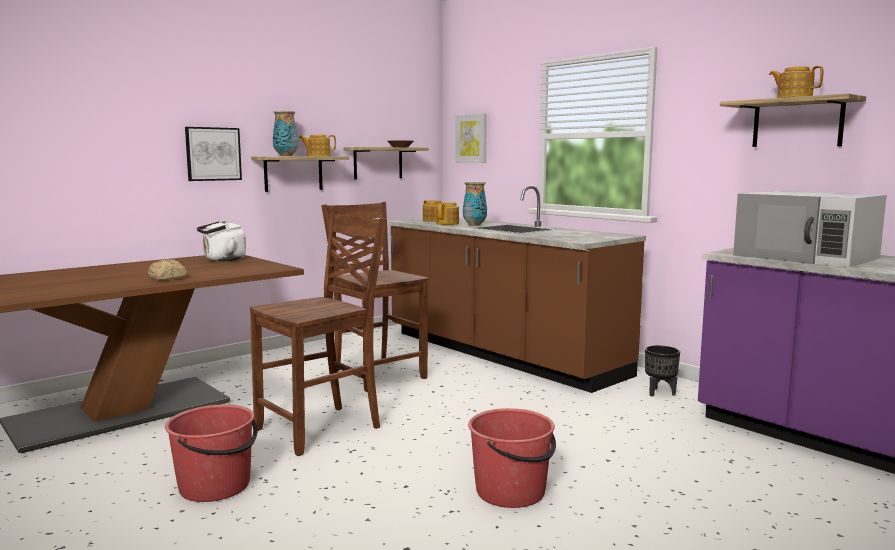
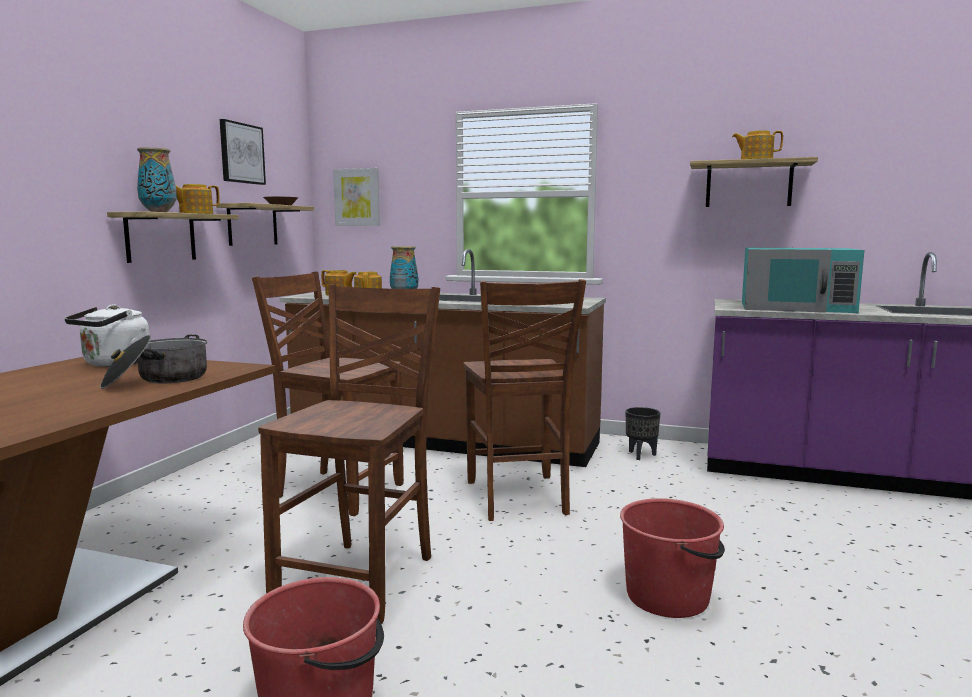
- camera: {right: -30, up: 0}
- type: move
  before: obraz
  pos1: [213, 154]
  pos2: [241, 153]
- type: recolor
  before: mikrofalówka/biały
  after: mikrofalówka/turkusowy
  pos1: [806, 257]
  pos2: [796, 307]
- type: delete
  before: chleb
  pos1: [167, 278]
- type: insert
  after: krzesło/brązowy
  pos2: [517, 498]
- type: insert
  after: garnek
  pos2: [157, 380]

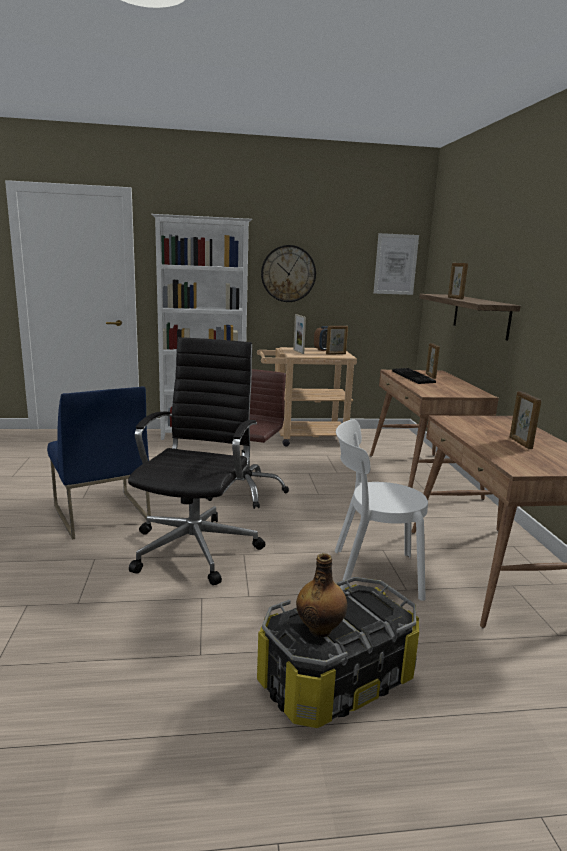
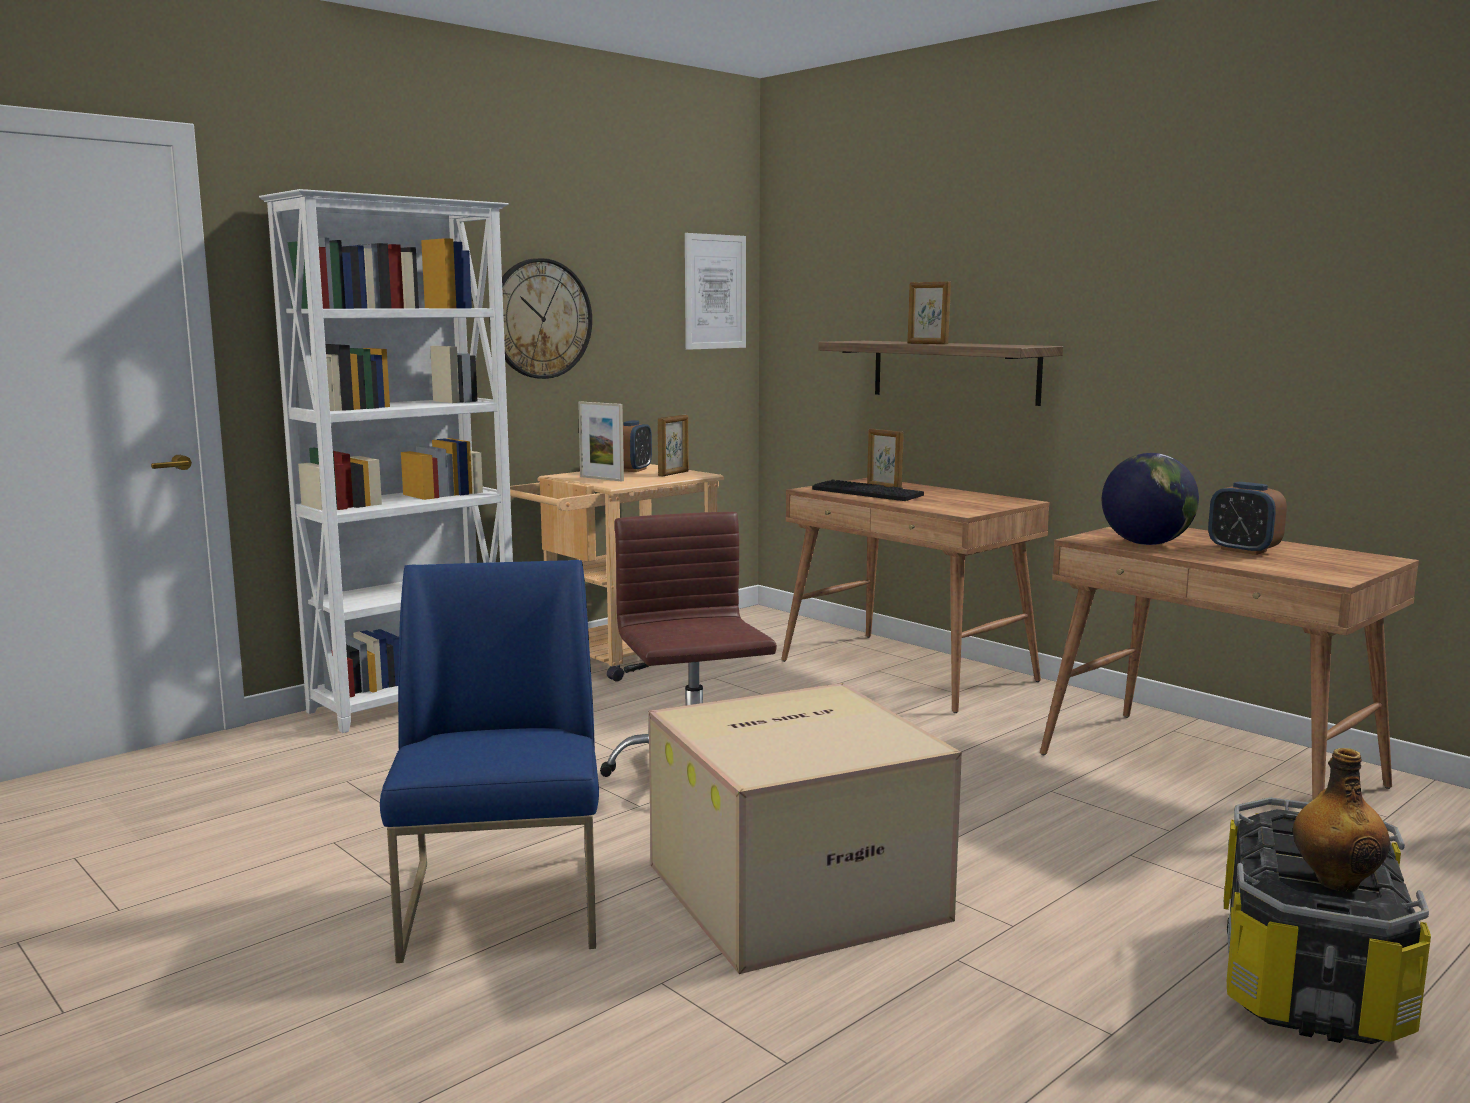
- camera: {right: -35, up: -5}
- type: replace
  before: krzesło biurowe/czarny
  after: karton
  pos1: [197, 547]
  pos2: [797, 889]
- type: rotate
  before: krzesło/niebieski
  pos1: [100, 513]
  pos2: [504, 905]
  turn: -120
- type: replace
  before: ramka na zdjęcie
  after: budzik
  pos1: [520, 443]
  pos2: [1243, 550]
- type: delete
  before: krzesło/biały
  pos1: [370, 573]
- type: insert
  after: globus
  pos2: [1146, 543]

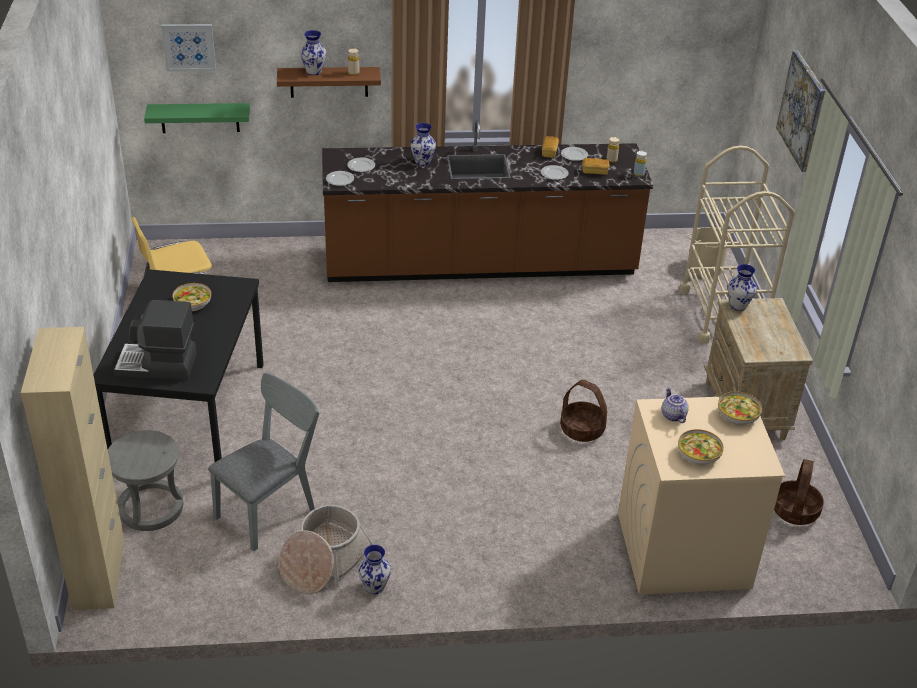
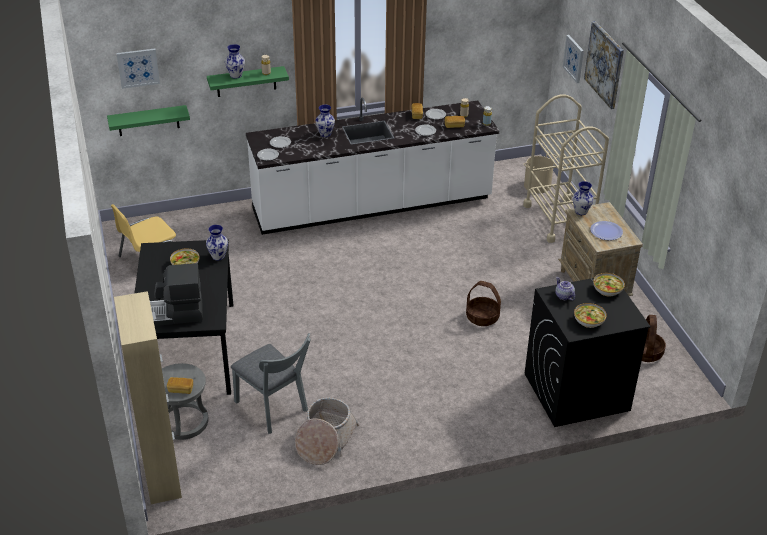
- camera: {right: -10, up: 0}
- type: recolor
  before: półka/brązowy
  after: półka/zielony
  pos1: [329, 82]
  pos2: [246, 81]
- type: recolor
  before: zabudowa kuchenna/brązowy
  after: zabudowa kuchenna/biały
  pos1: [480, 265]
  pos2: [372, 206]
- type: rotate
  before: krzesło/szary
  pos1: [271, 509]
  pos2: [274, 409]
  turn: 105
- type: recolor
  before: pralka/beżowy
  after: pralka/czarny
  pos1: [682, 550]
  pos2: [576, 392]
- type: move
  before: wazon
  pos1: [374, 586]
  pos2: [218, 256]
- type: insert
  after: obraz
  pos2: [574, 58]
- type: insert
  after: talerz
  pos2: [606, 231]
- type: insert
  after: chleb
  pos2: [181, 389]

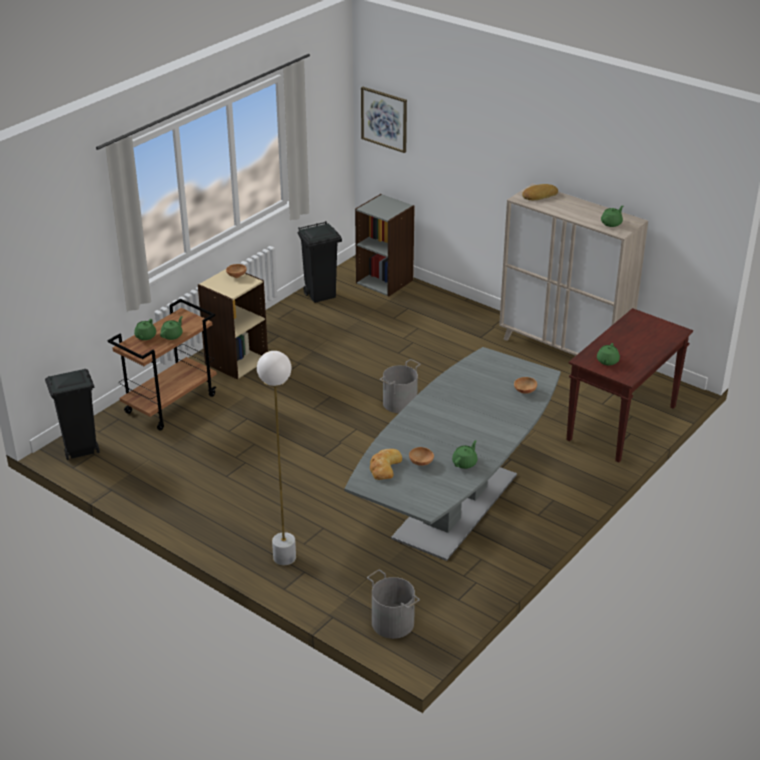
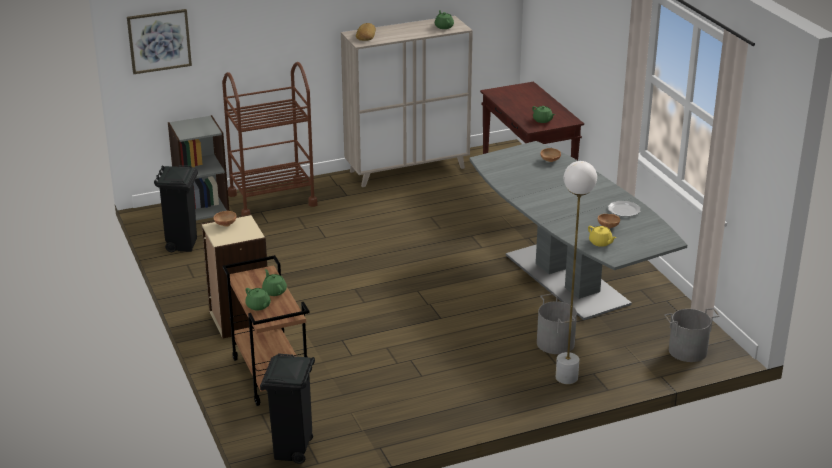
- camera: {right: -60, up: -5}
- type: move
  before: wiadro/szary
  pos1: [400, 403]
  pos2: [556, 343]
- type: replace
  before: imbryk/zielony
  after: talerz
  pos1: [465, 463]
  pos2: [623, 210]
- type: replace
  before: chleb
  after: imbryk/żółty
  pos1: [384, 467]
  pos2: [600, 243]
- type: insert
  after: wózek/brązowy
  pos2: [272, 200]

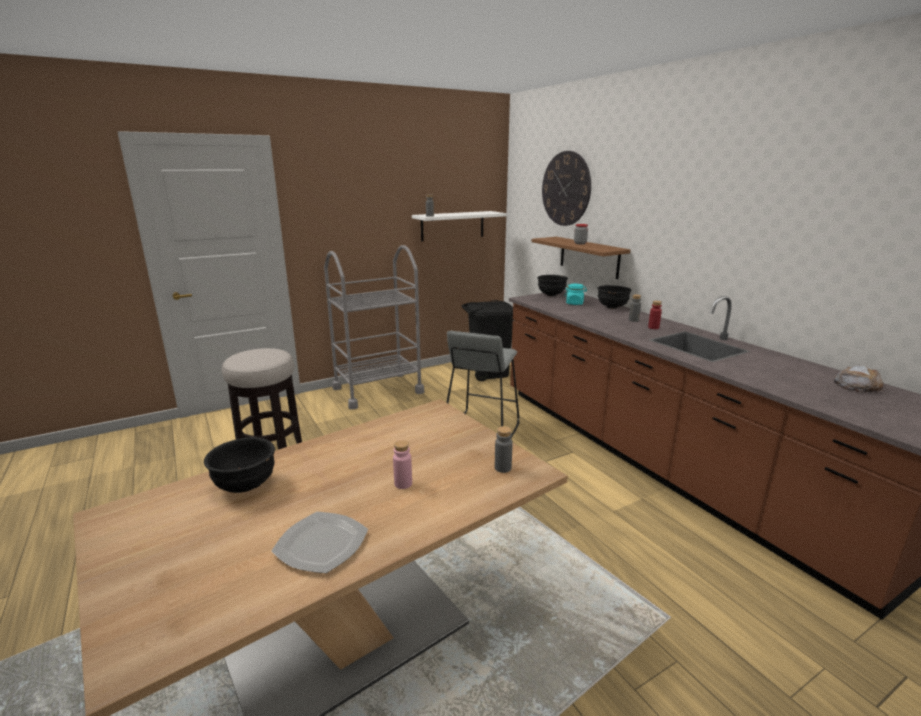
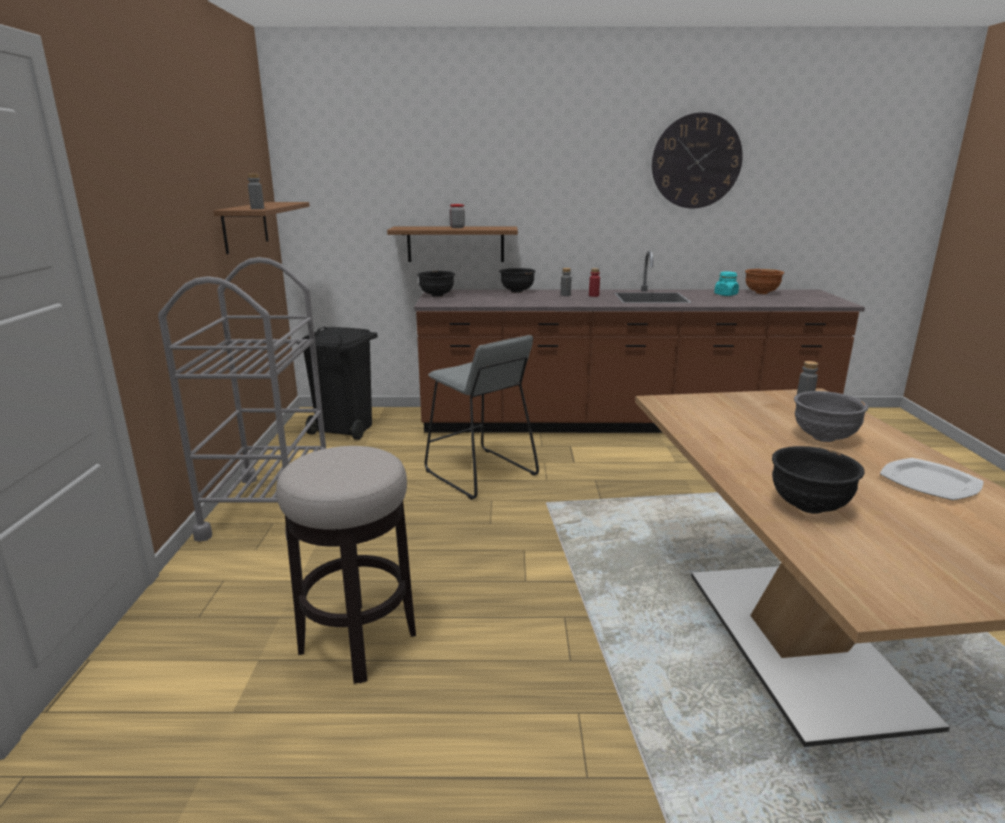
- camera: {right: -60, up: 0}
- type: move
  before: zegar ścienny
  pos1: [566, 189]
  pos2: [696, 161]
- type: recolor
  before: półka/biały
  after: półka/brązowy
  pos1: [452, 226]
  pos2: [245, 226]
- type: move
  before: słoik/turkusowy
  pos1: [574, 303]
  pos2: [725, 294]
- type: replace
  before: chleb
  after: miska/brązowy
  pos1: [857, 385]
  pos2: [761, 293]
- type: replace
  before: butelka/różowy
  after: miska/szary
  pos1: [403, 484]
  pos2: [823, 438]

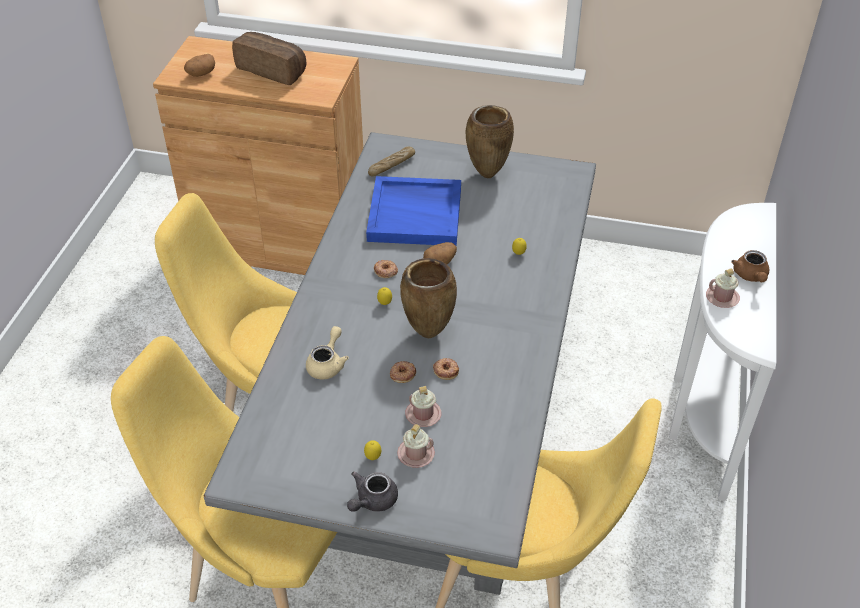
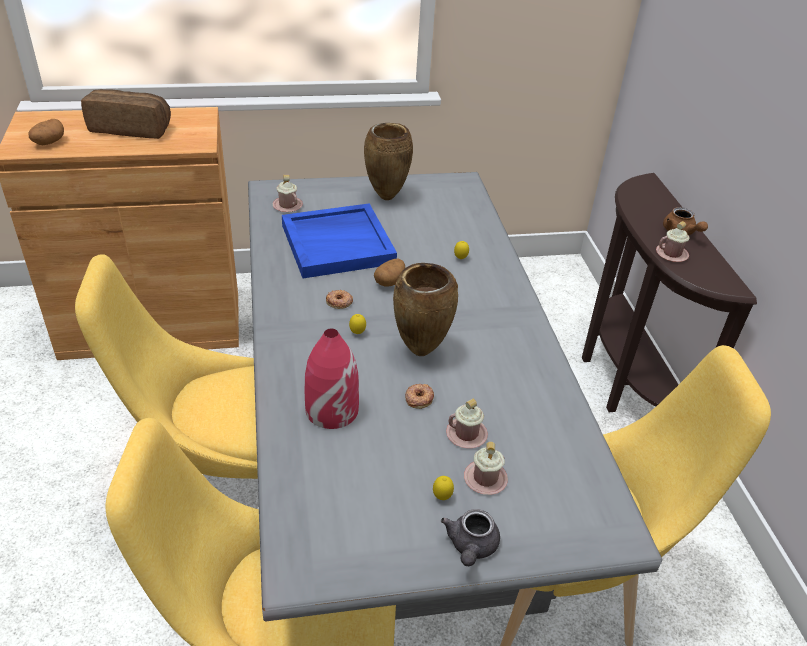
- camera: {right: -25, up: -5}
- type: replace
  before: chleb
  after: kubek/różowy
  pos1: [391, 165]
  pos2: [287, 205]
- type: recolor
  before: stolik konsolowy/biały
  after: stolik konsolowy/brązowy
  pos1: [701, 413]
  pos2: [621, 383]
- type: replace
  before: imbryk/beżowy
  after: wazon/czerwony
  pos1: [328, 364]
  pos2: [331, 409]
- type: delete
  before: donut
  pos1: [446, 370]

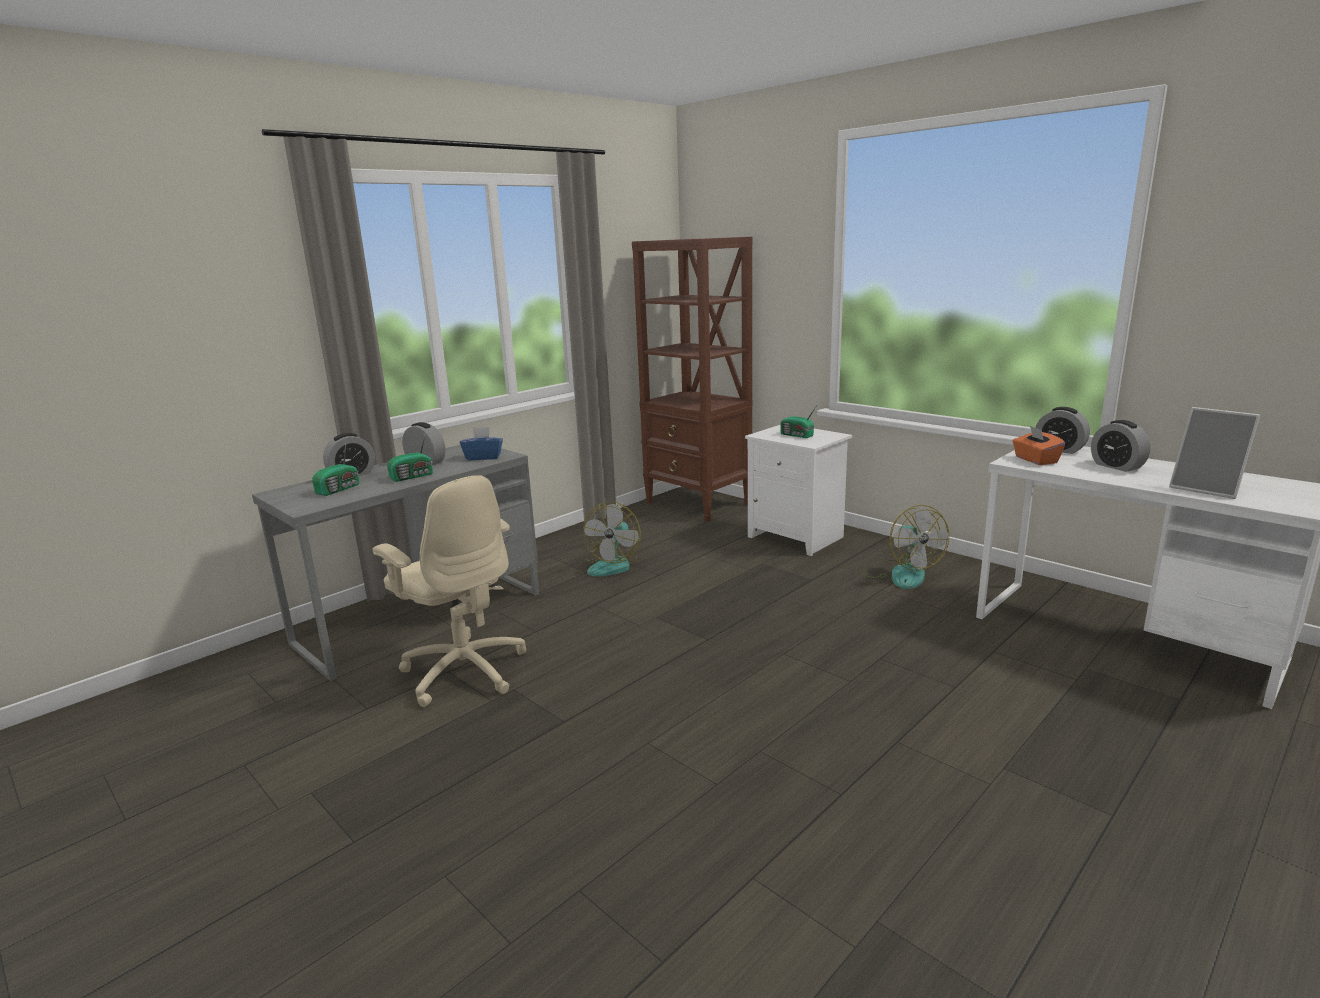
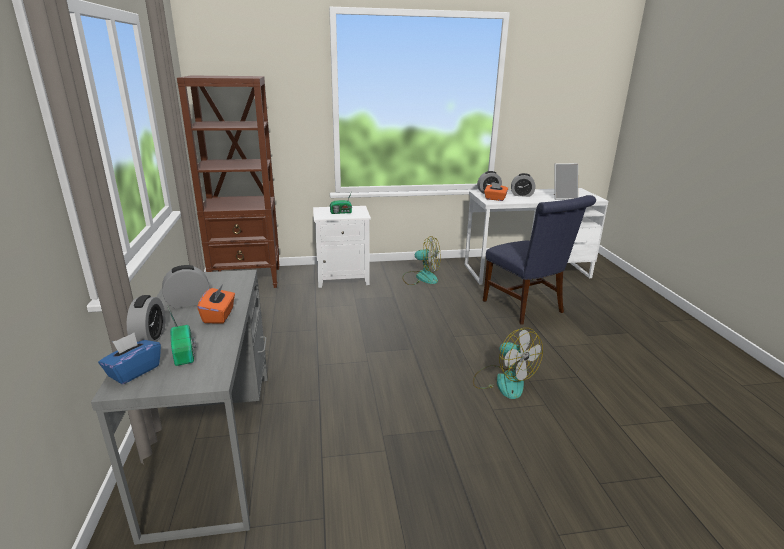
- camera: {right: -55, up: 5}
- type: move
  before: pudełko chusteczek/niebieski
  pos1: [483, 457]
  pos2: [134, 371]
- type: replace
  before: radio
  after: pudełko chusteczek/pomarańczowy
  pos1: [413, 476]
  pos2: [219, 316]
- type: delete
  before: krzesło biurowe/beżowy
  pos1: [464, 670]
- type: move
  before: wentylator
  pos1: [613, 565]
  pos2: [503, 381]
- type: insert
  after: krzesło/niebieski
  pos2: [526, 308]

